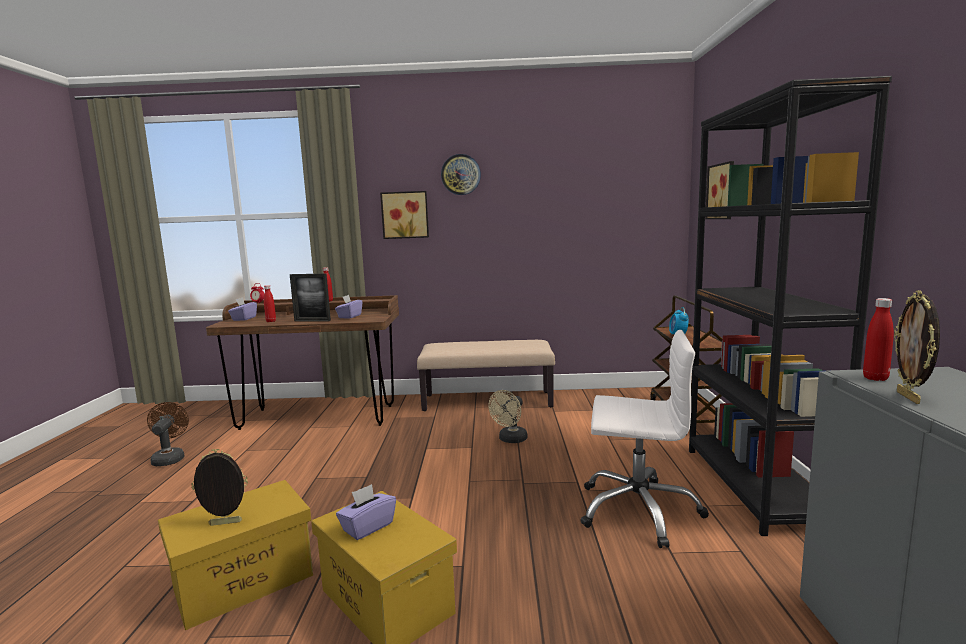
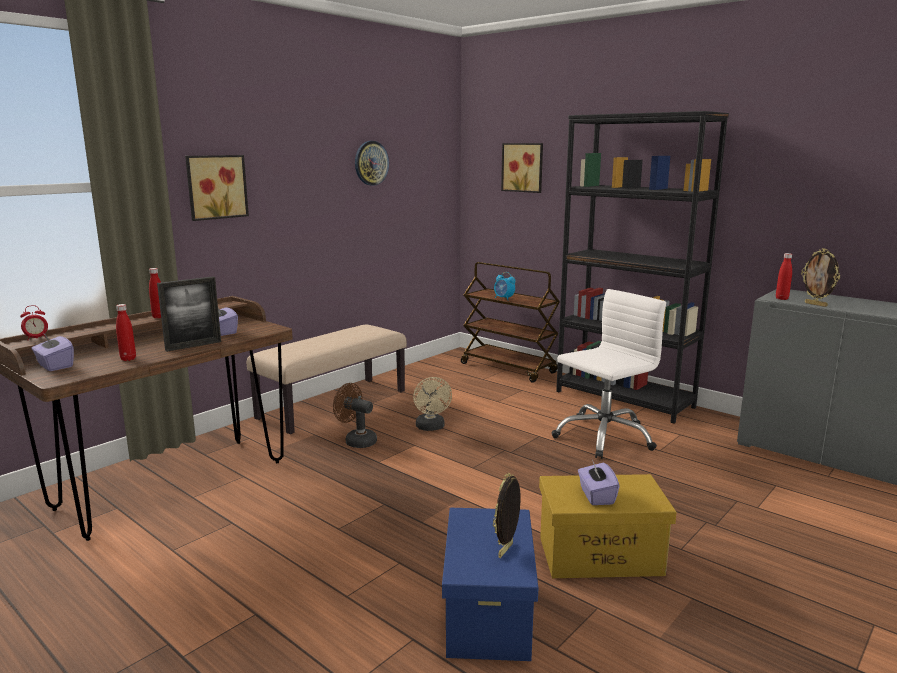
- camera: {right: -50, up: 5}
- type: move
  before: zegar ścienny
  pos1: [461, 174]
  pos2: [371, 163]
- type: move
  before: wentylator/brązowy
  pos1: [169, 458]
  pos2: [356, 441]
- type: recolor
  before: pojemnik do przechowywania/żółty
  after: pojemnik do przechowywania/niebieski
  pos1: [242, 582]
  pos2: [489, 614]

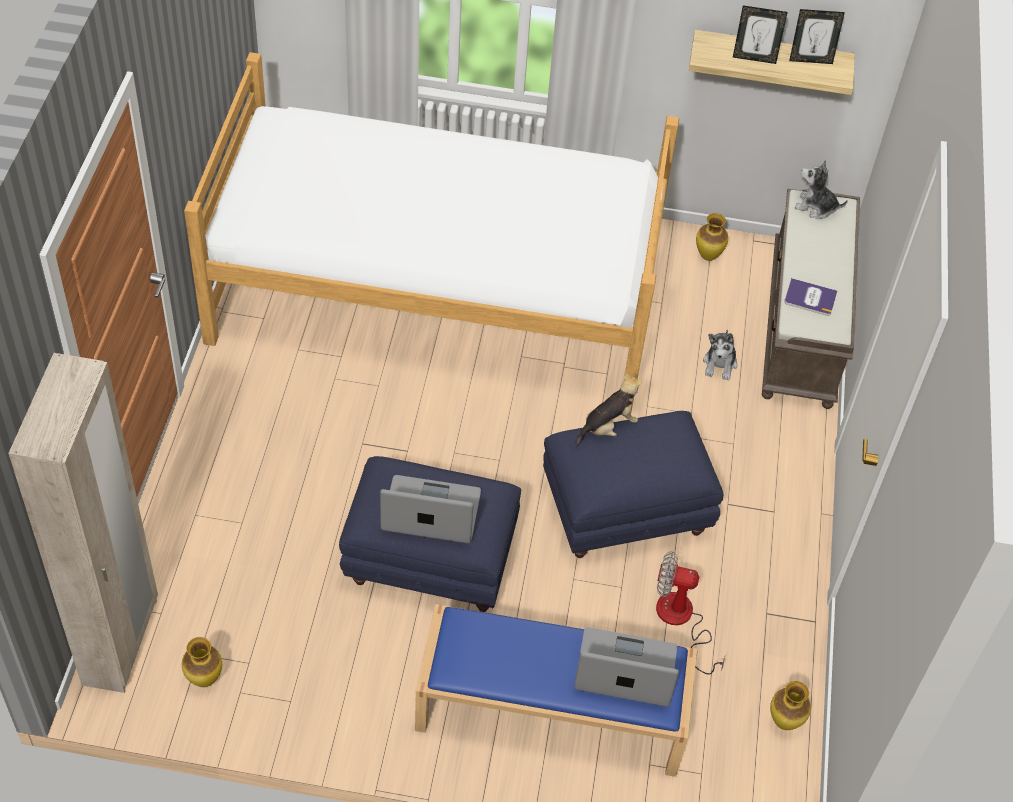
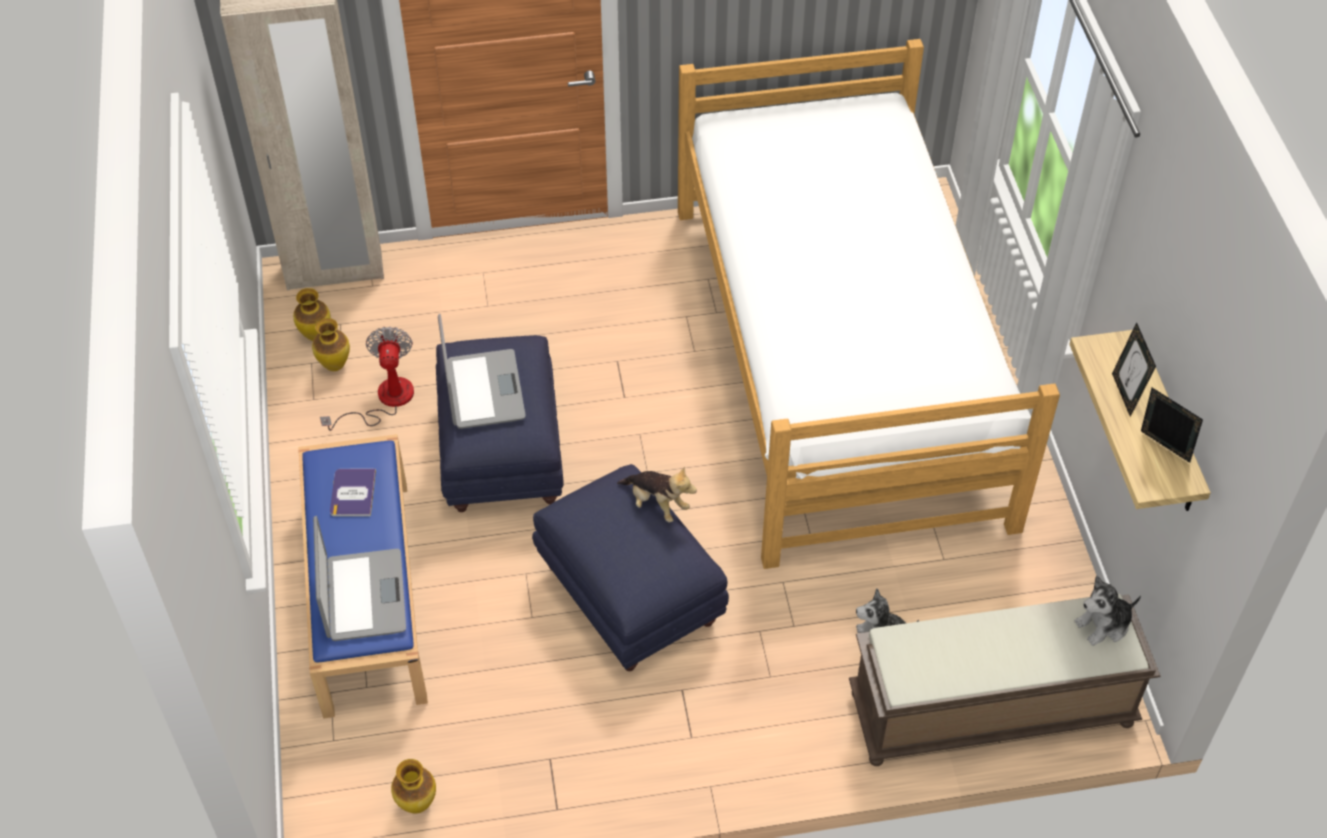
- camera: {right: 75, up: 0}
- type: rotate
  before: ramka na zdjęcie
  pos1: [810, 60]
  pos2: [1162, 449]
  turn: 150
- type: rotate
  before: pluszak
  pos1: [815, 207]
  pos2: [1104, 625]
  turn: -120
- type: move
  before: wazon
  pos1: [707, 256]
  pos2: [334, 365]
- type: move
  before: książka
  pos1: [810, 298]
  pos2: [353, 493]
- type: move
  before: wentylator
  pos1: [681, 621]
  pos2: [384, 400]

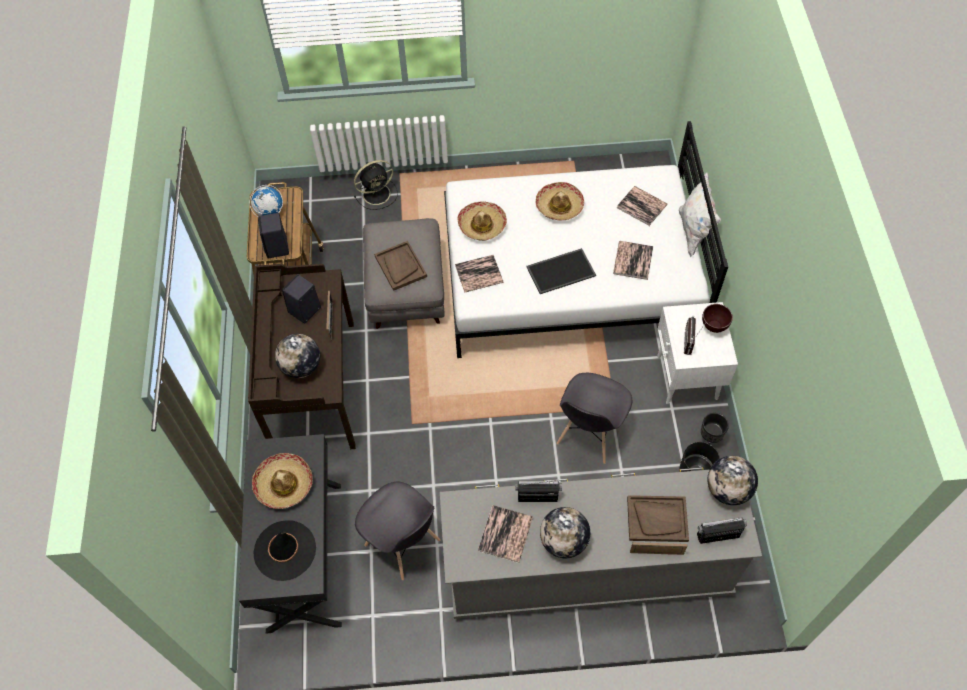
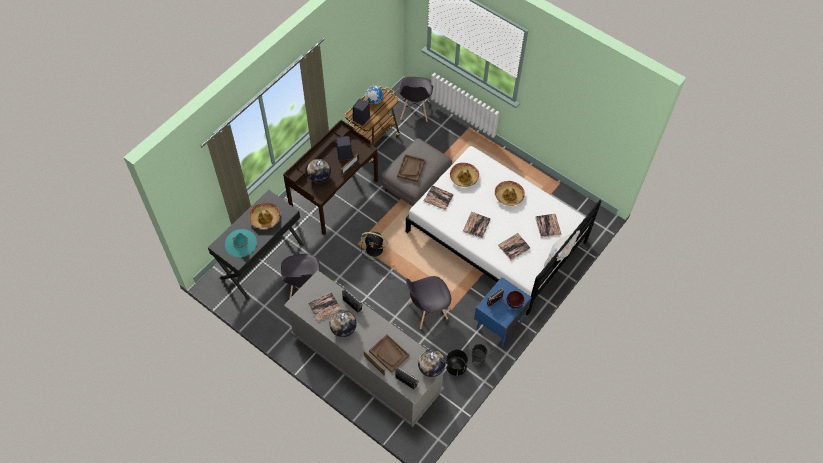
- camera: {right: 40, up: 0}
- type: move
  before: wentylator/czarny
  pos1: [377, 193]
  pos2: [375, 249]
- type: replace
  before: taca
  after: książka
  pos1: [561, 270]
  pos2: [476, 225]
- type: recolor
  before: szafka nocna/biały
  after: szafka nocna/niebieski
  pos1: [686, 378]
  pos2: [498, 325]
- type: recolor
  before: kapelusz/czarny
  after: kapelusz/turkusowy
  pos1: [285, 550]
  pos2: [241, 243]
- type: insert
  after: krzesło/szary
  pos2: [414, 110]

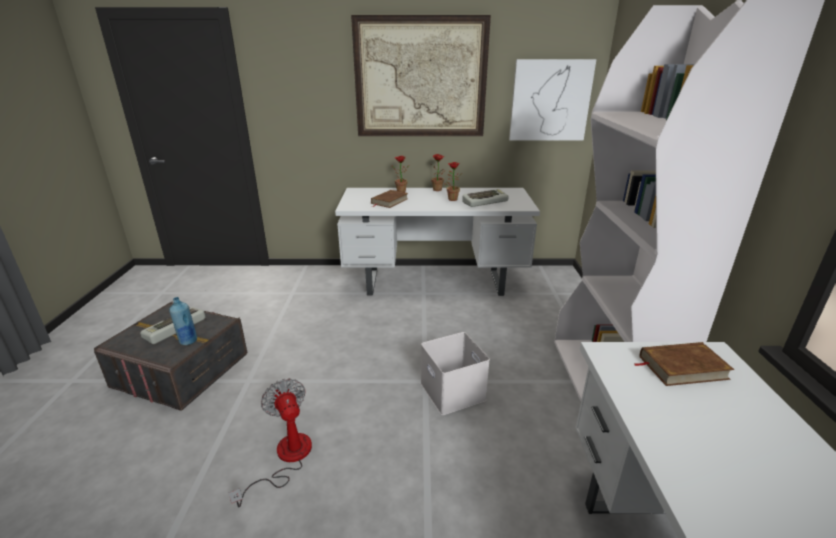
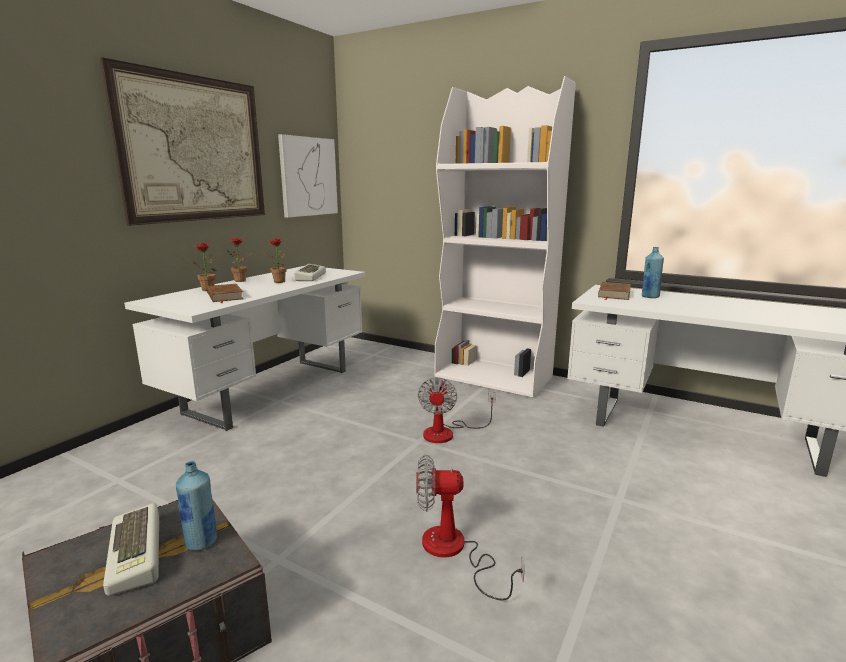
- camera: {right: -60, up: -10}
- type: replace
  before: pojemnik do przechowywania/biały
  after: wentylator
  pos1: [454, 392]
  pos2: [448, 432]
- type: insert
  after: butelka/niebieski
  pos2: [650, 296]

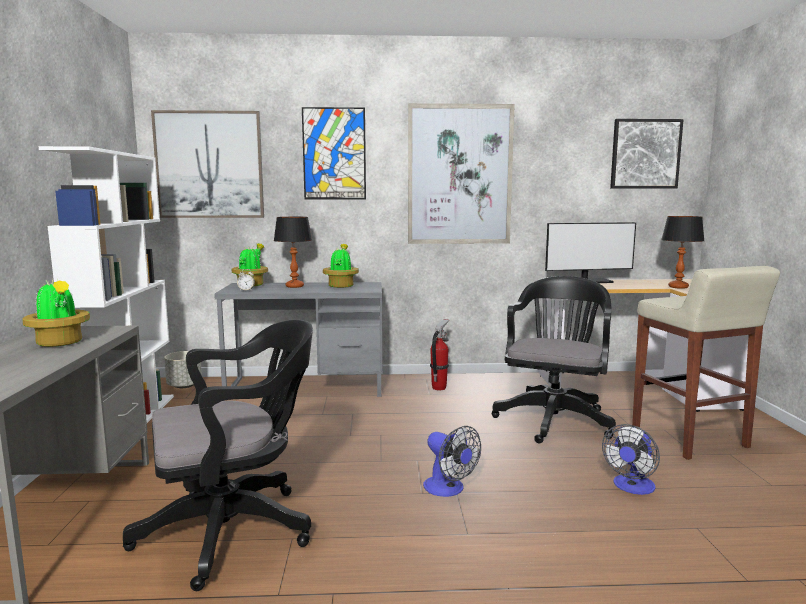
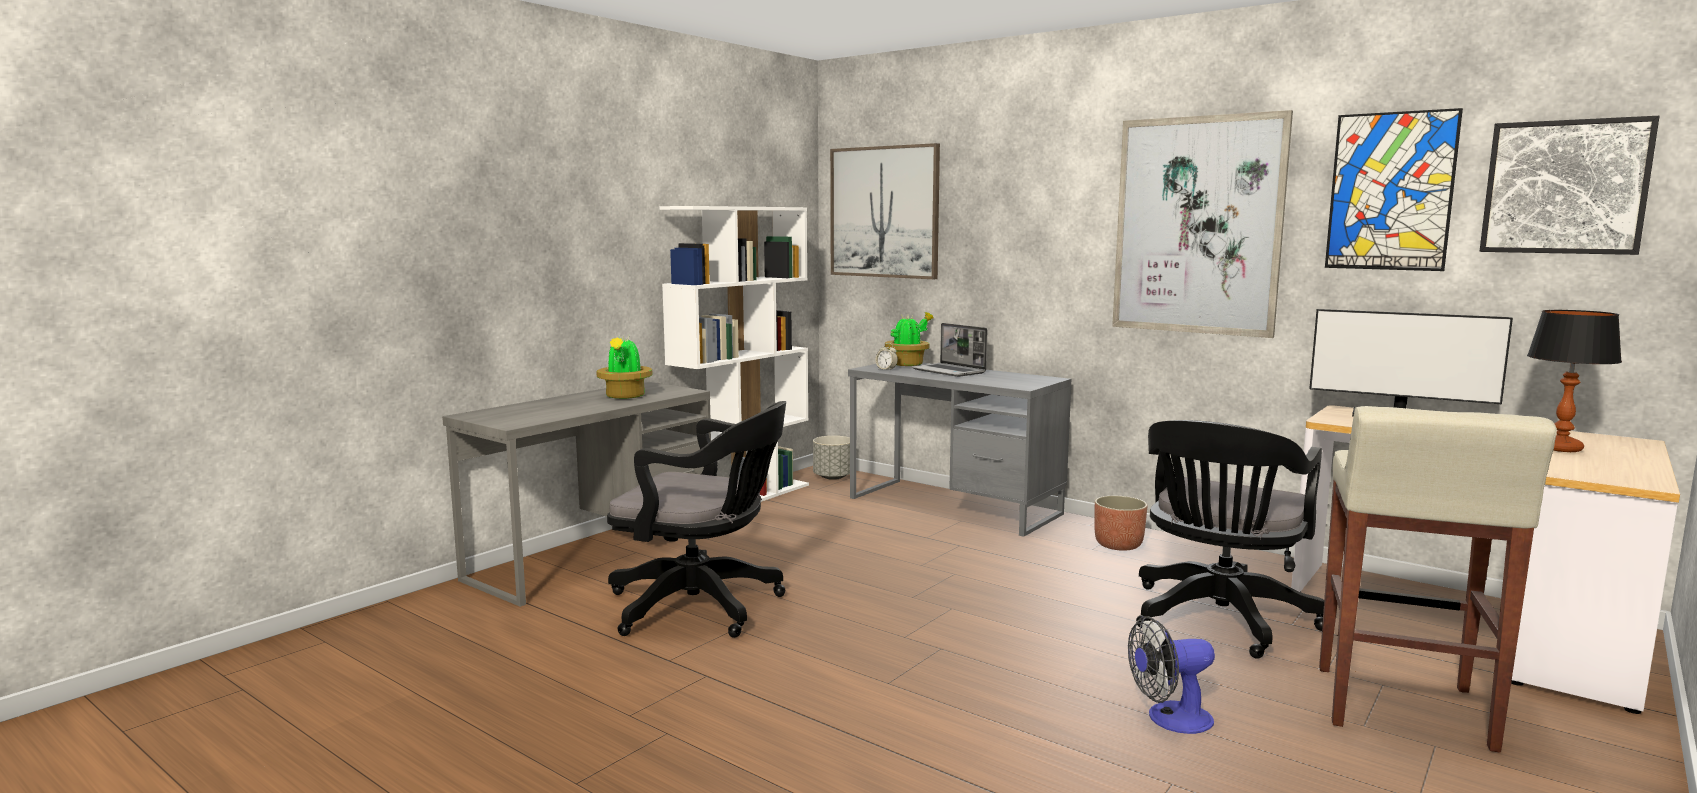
- camera: {right: 40, up: 0}
- type: move
  before: obraz
  pos1: [334, 154]
  pos2: [1390, 191]
- type: replace
  before: lampa stołowa
  after: laptop
  pos1: [295, 286]
  pos2: [949, 371]
- type: delete
  before: roślina doniczkowa
  pos1: [341, 286]
- type: rotate
  before: krzesło biurowe/czarny
  pos1: [554, 419]
  pos2: [1218, 621]
  turn: 150
- type: replace
  before: gaśnica
  after: donica
  pos1: [439, 388]
  pos2: [1118, 545]
- type: delete
  before: wentylator
  pos1: [449, 489]

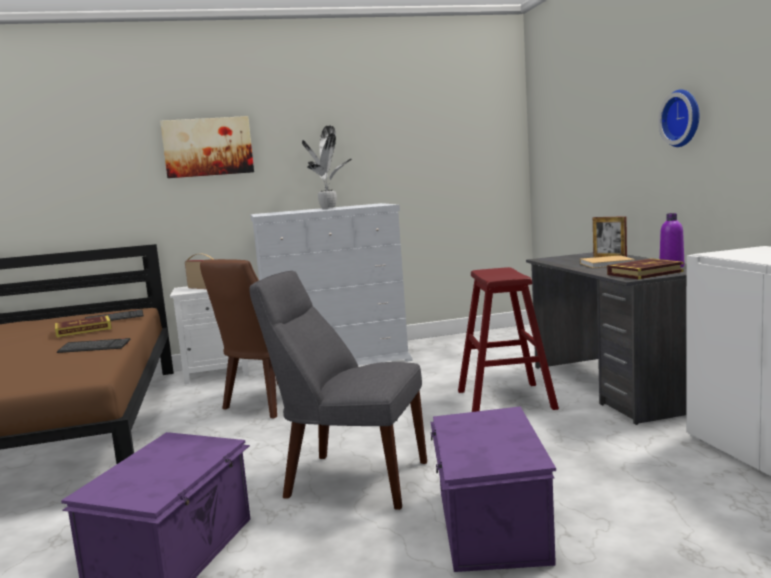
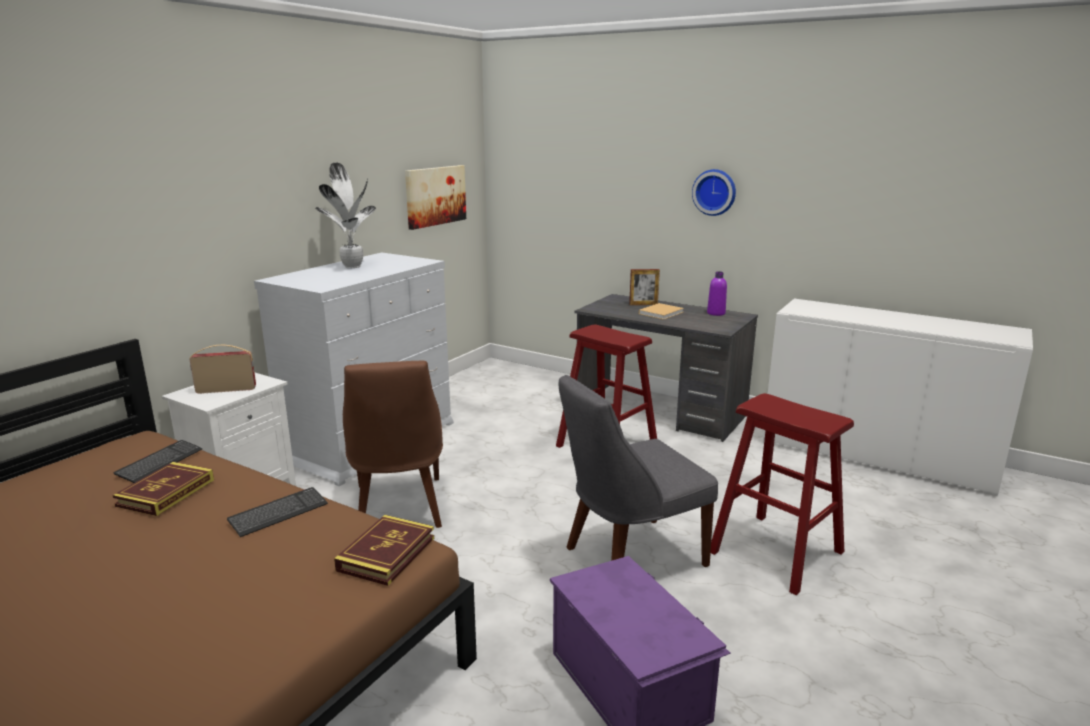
- camera: {right: -45, up: 10}
- type: move
  before: obraz
  pos1: [208, 147]
  pos2: [435, 196]
- type: move
  before: książka
  pos1: [645, 273]
  pos2: [386, 554]
- type: replace
  before: pojemnik do przechowywania/fioletowy
  after: stołek/czerwony
  pos1: [489, 526]
  pos2: [776, 552]

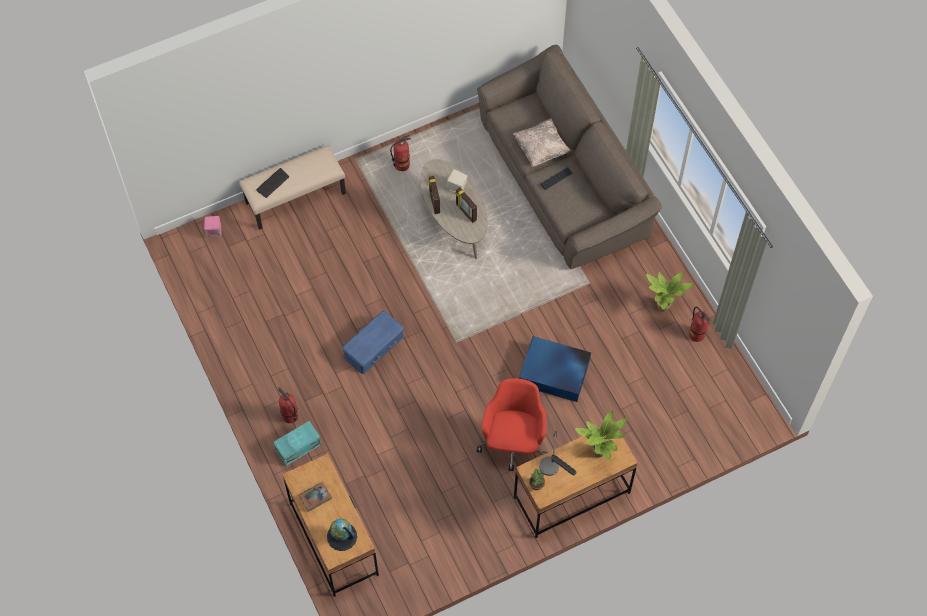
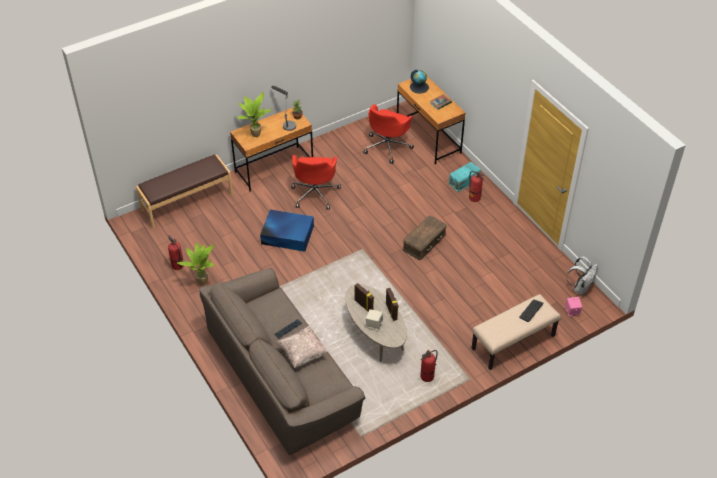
- camera: {right: 175, up: -15}
- type: recolor
  before: pojemnik do przechowywania/niebieski
  after: pojemnik do przechowywania/brązowy
  pos1: [373, 346]
  pos2: [424, 242]
- type: insert
  after: krzesło biurowe/czerwony
  pos2: [387, 146]
- type: insert
  after: ławka/brązowy
  pos2: [187, 202]
- type: insert
  after: plecak/biały
  pos2: [580, 287]

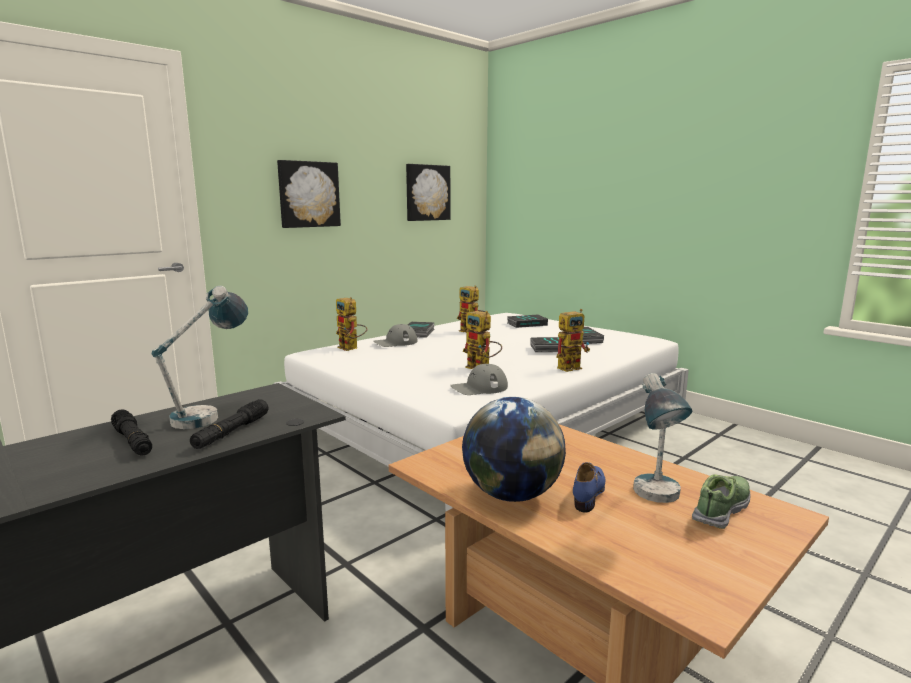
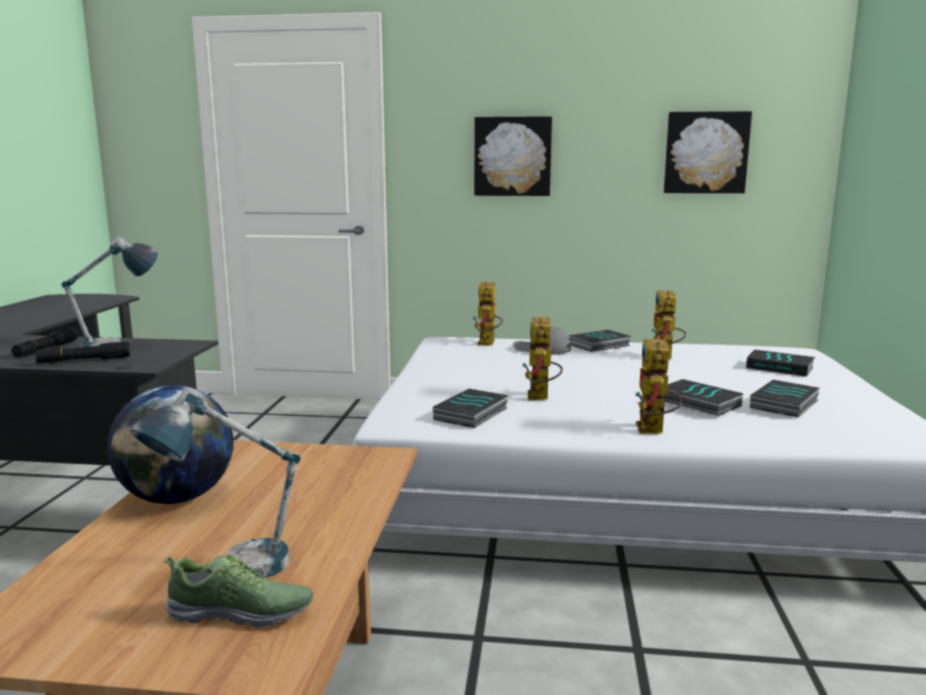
- camera: {right: 50, up: 0}
- type: rotate
  before: robot zabawkowy
  pos1: [572, 367]
  pos2: [654, 431]
  turn: 75
- type: replace
  before: czapka z daszkiem/szary
  after: książka
  pos1: [479, 388]
  pos2: [472, 414]
- type: delete
  before: but/niebieski
  pos1: [589, 493]

